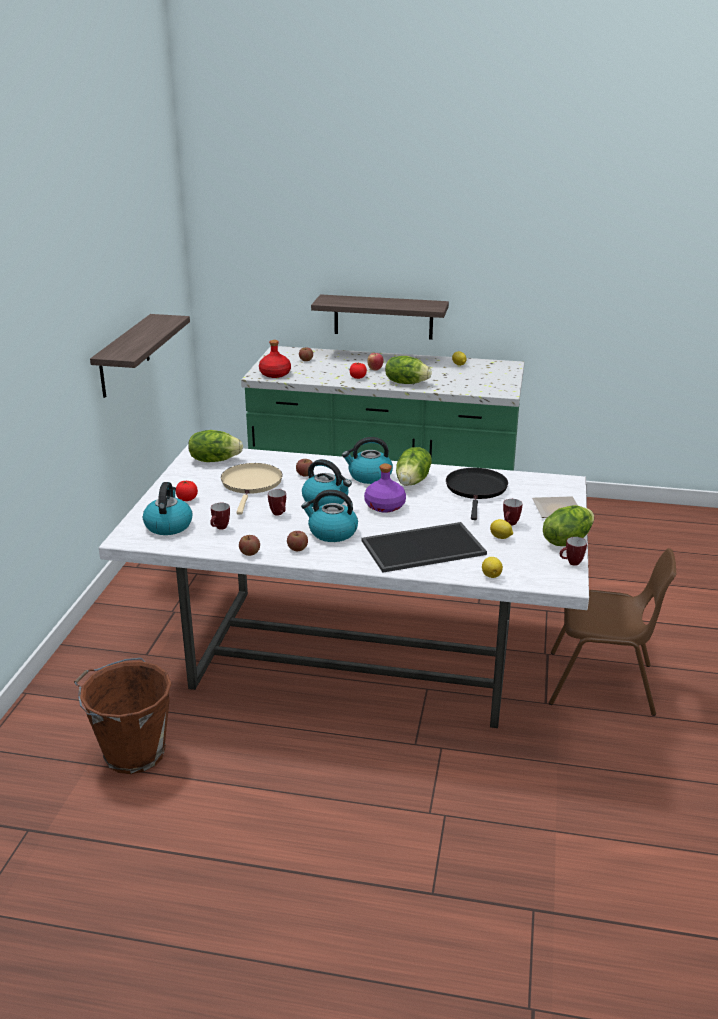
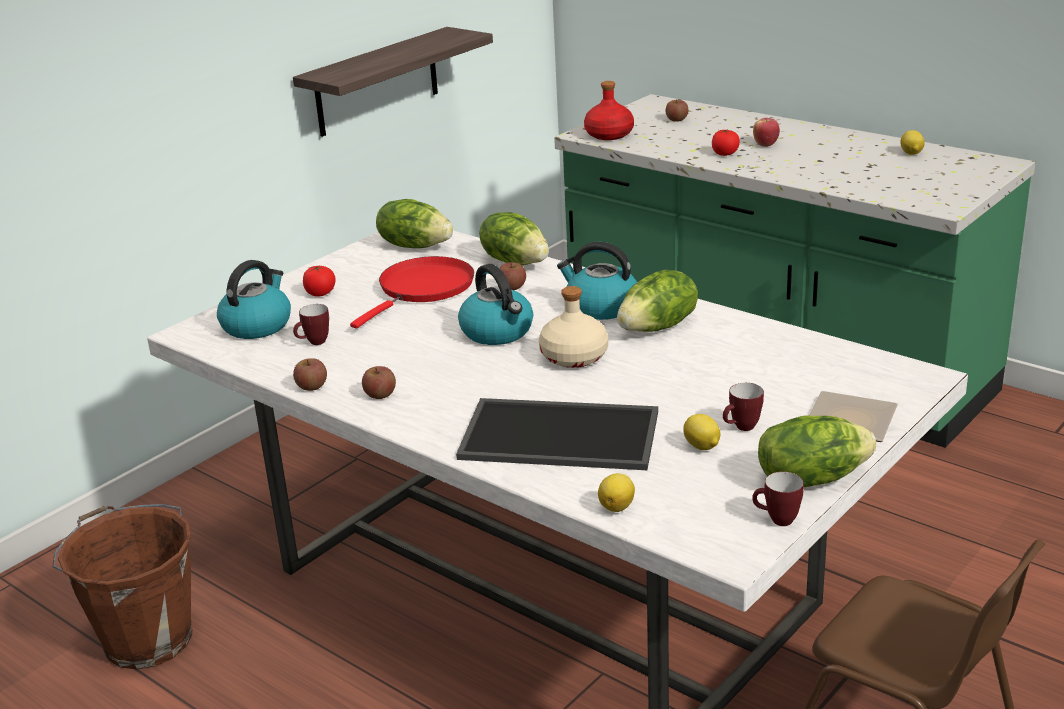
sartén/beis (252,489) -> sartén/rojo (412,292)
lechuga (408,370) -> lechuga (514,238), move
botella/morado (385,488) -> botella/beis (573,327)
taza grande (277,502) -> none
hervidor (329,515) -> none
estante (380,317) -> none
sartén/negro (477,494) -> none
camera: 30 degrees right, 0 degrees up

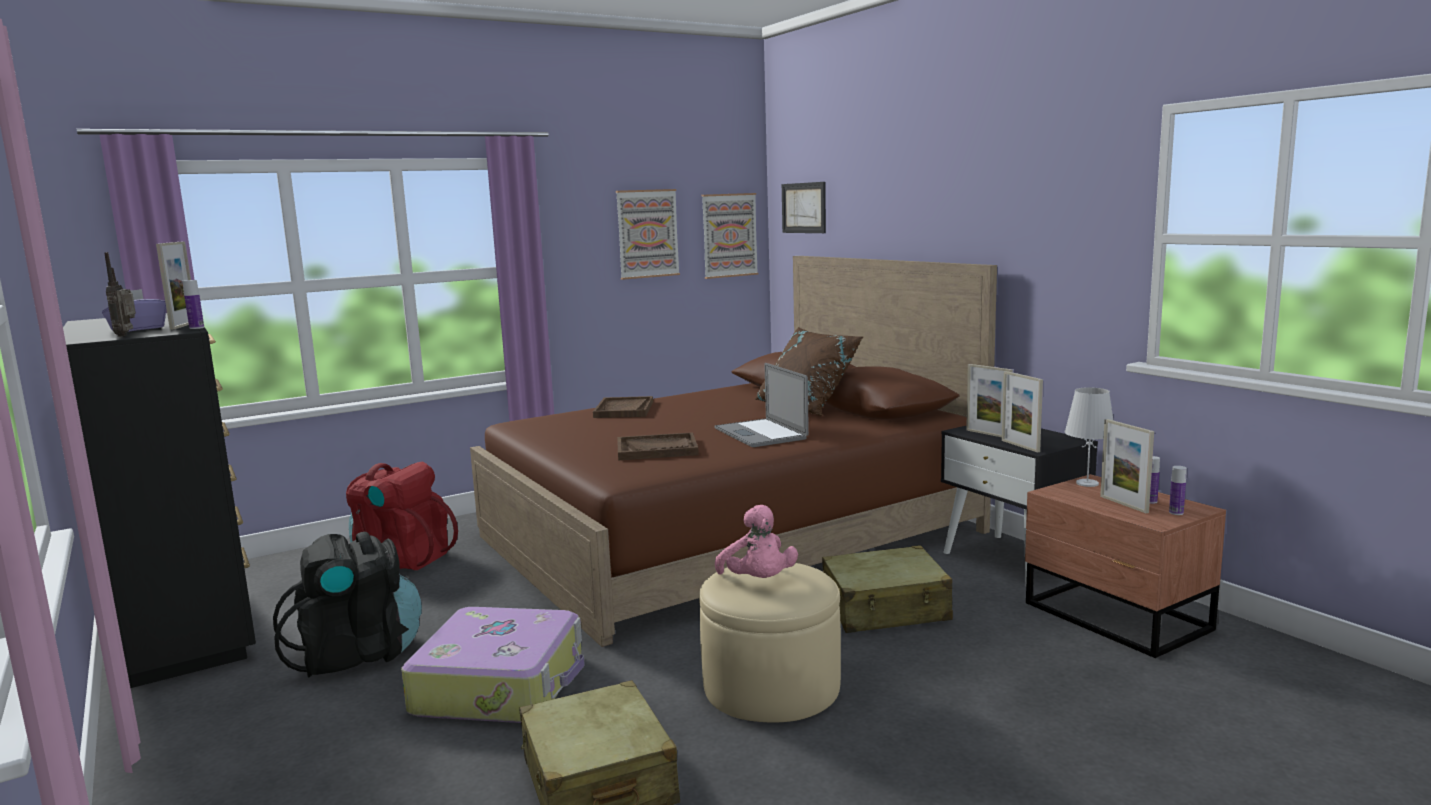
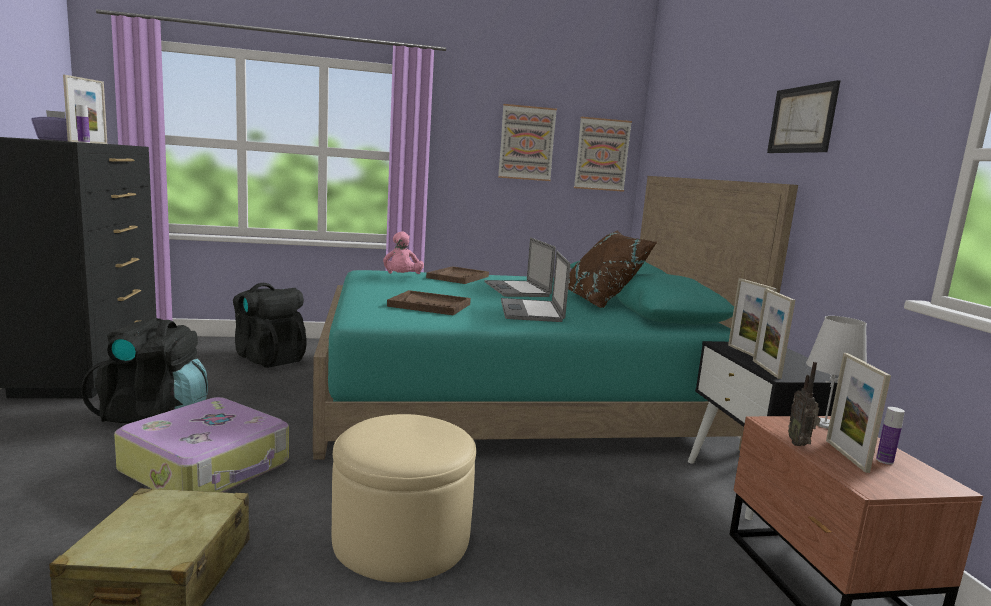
mochila/rojo (402,515) -> mochila/negro (270,325)
cama/marrón (733,451) -> cama/turquesa (555,318)
peluche/rosa (756,541) -> peluche/rosa (403,252), move
none -> portátil (520,267)
cuadro (804,207) -> cuadro (803,116), move
radio (120,294) -> radio (804,404), move
maleta/beis (887,589) -> none
botella (1178,490) -> none
camera: 20 degrees right, 0 degrees up

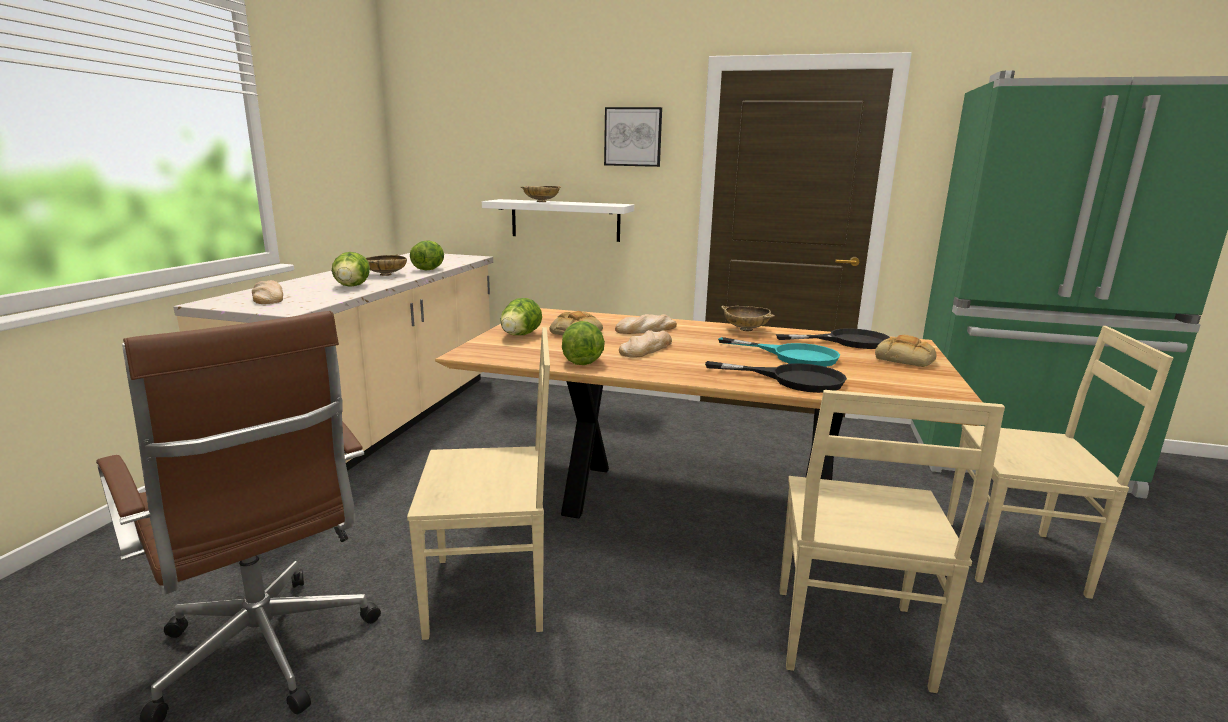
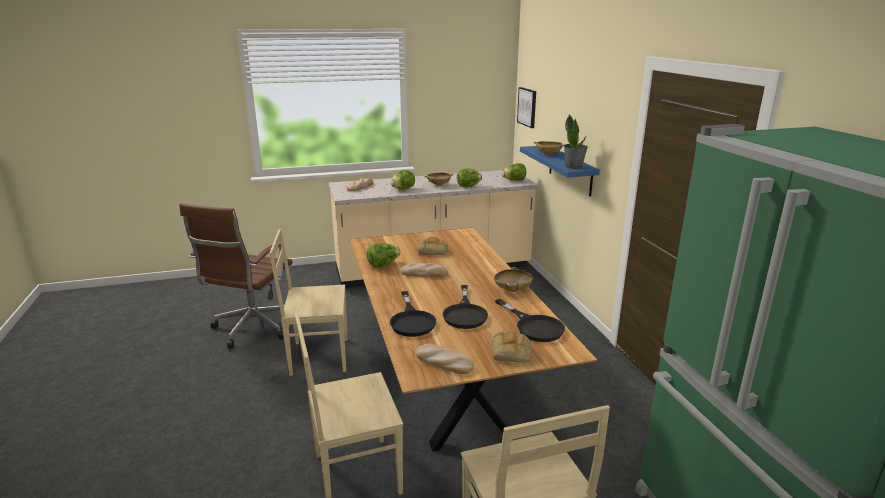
silla/beis (478,483) -> silla/beis (308,302), 120 degrees clockwise
pan (646,324) -> pan (445,359), move
sartén/turquesa (779,352) -> sartén/negro (465,307)
lechuga (521,316) -> lechuga (514,172), move
cuadro (633,137) -> cuadro (526,107), move
estante/blanco (558,220) -> estante/azul (560,171)
none -> planta en maceta (576,141)
camera: 60 degrees right, 5 degrees up

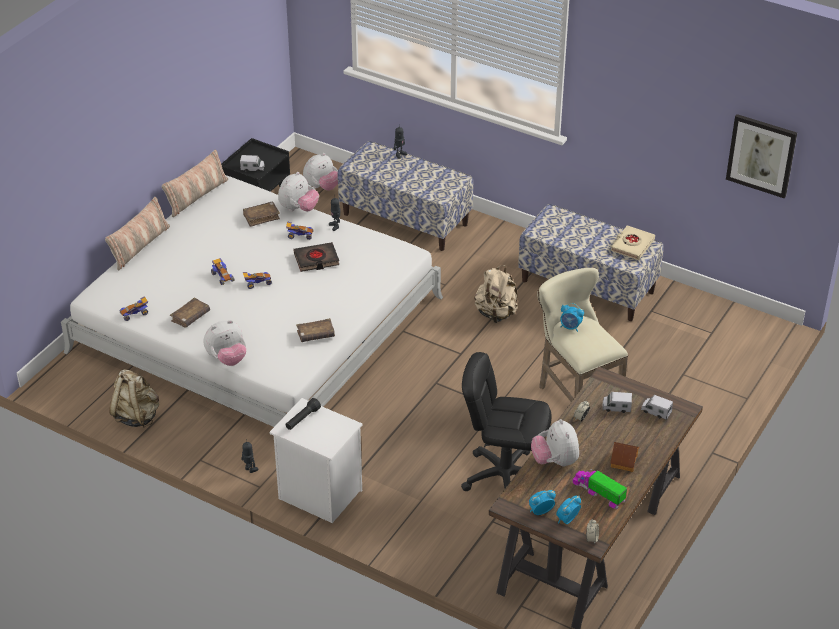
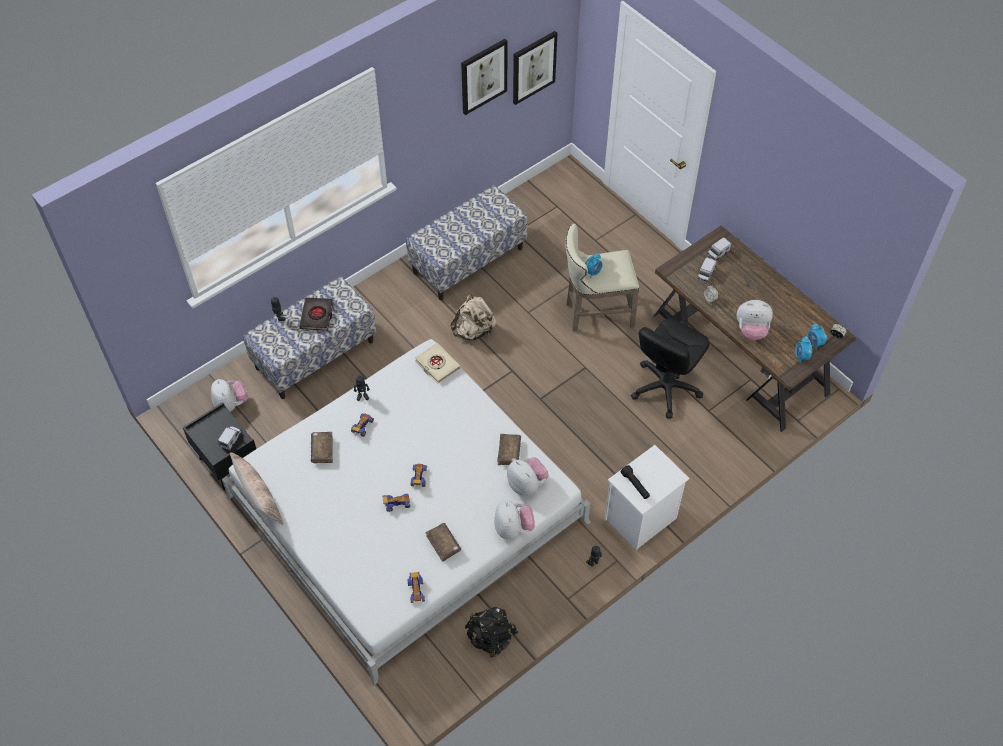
libro/negro (316,257) -> libro/negro (316,314), move
libro/beis (632,242) -> libro/beis (437,363), move
none -> cuadro (484,77)
mochila/beis (134,398) -> mochila/negro (491,632)
peluche (298,192) -> peluche (528,476), move
cojín (137,233) -> none
camión de juguete (599,489) -> none
casita (624,457) -> none
camera: 70 degrees left, 15 degrees up

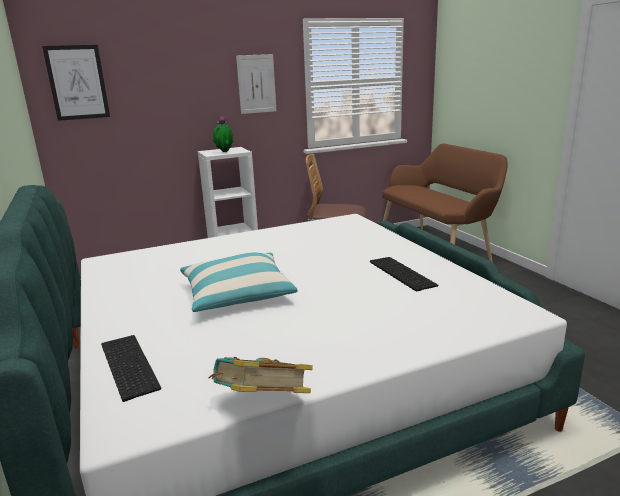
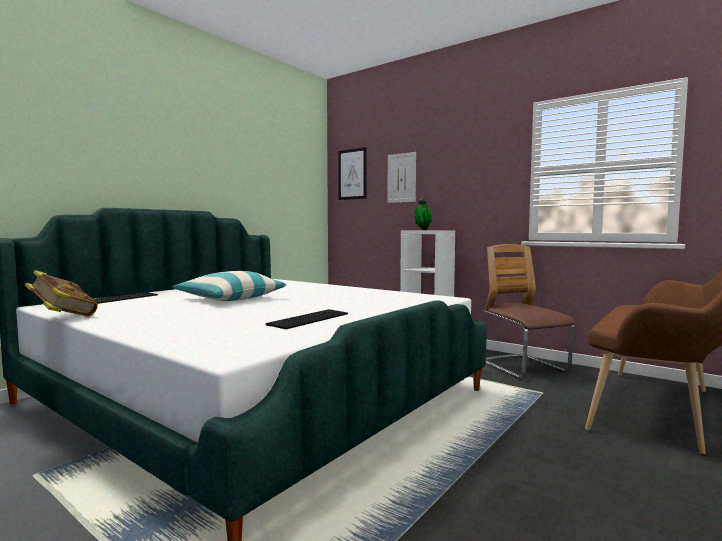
cuadro (256,84) -> cuadro (401,177), move
camera: 60 degrees right, 15 degrees down

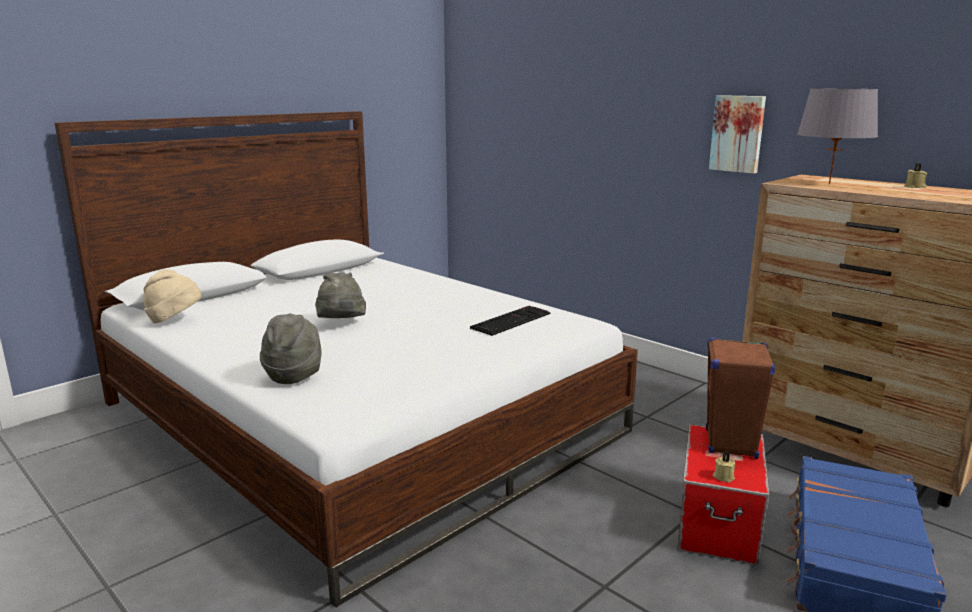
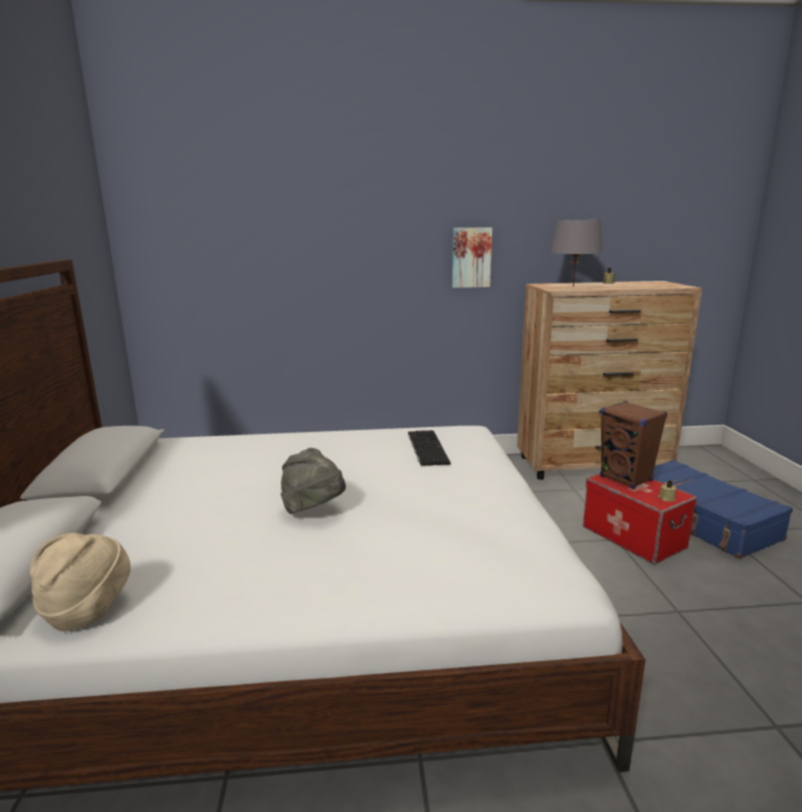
sombrero/gris (291,348) -> none
camera: 50 degrees left, 0 degrees up

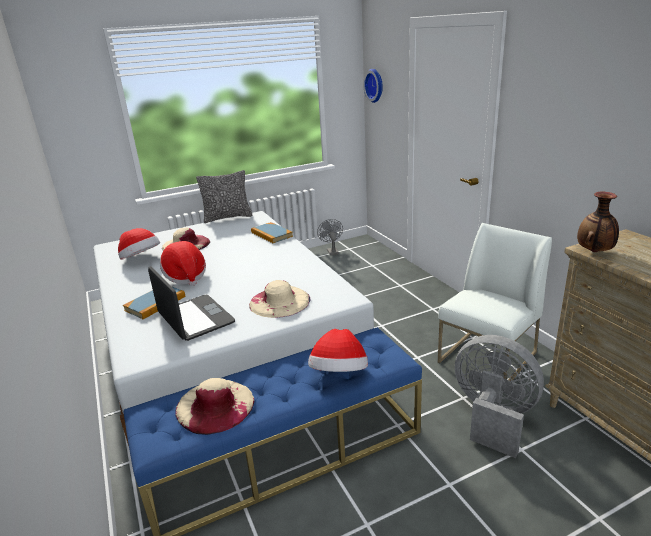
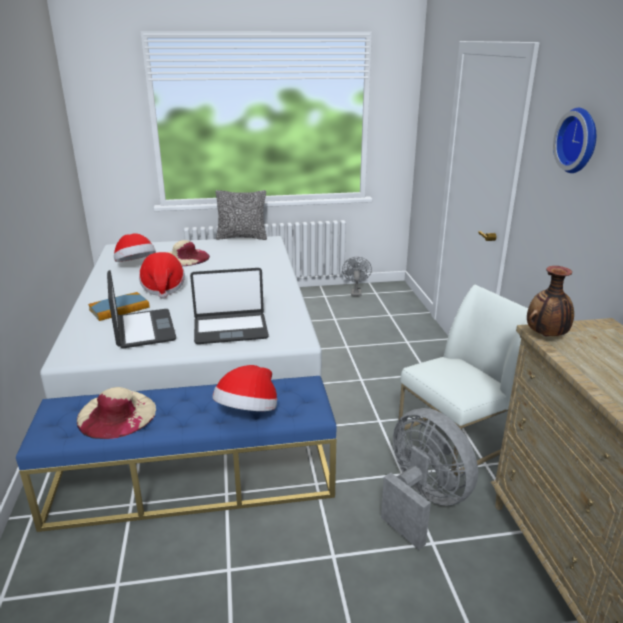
sombrero/beis (279,299) -> portátil (229,306)
reloj de pared (373,86) -> reloj de pared (574,140), move
libro (272,232) -> none
camera: 15 degrees right, 0 degrees up

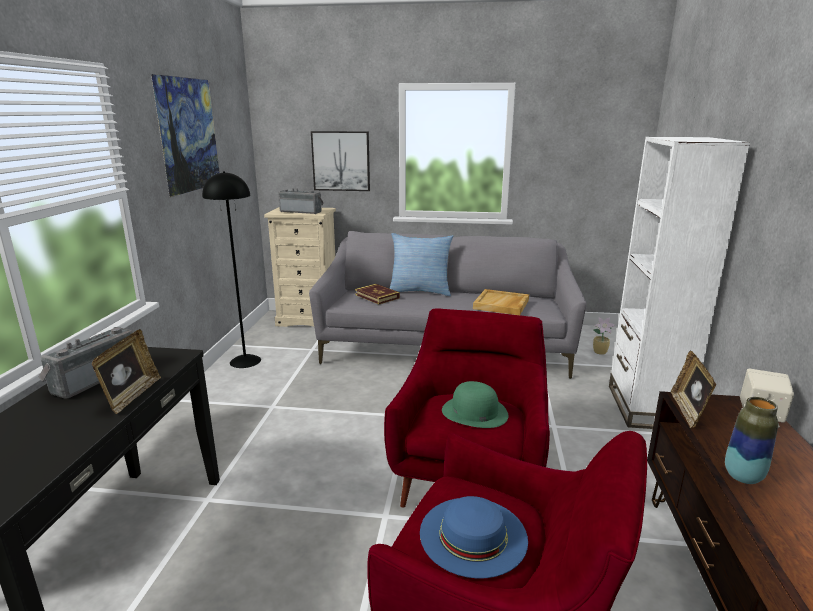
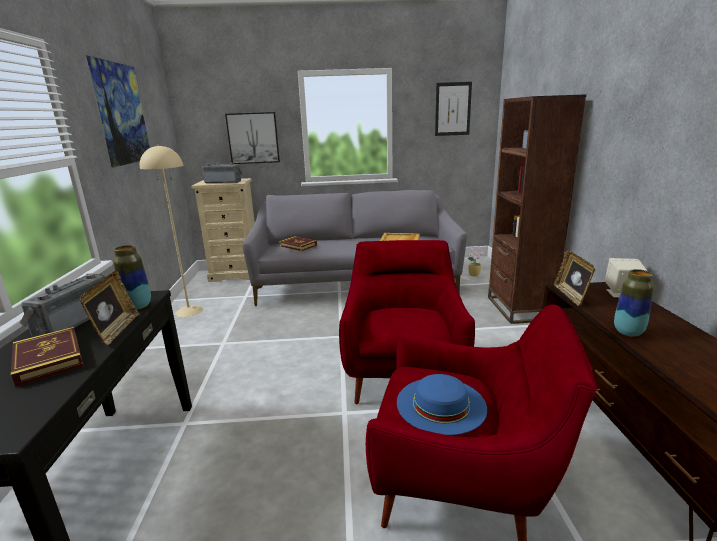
none -> libro (47,357)
none -> florero (132,277)
lámpara de pie/negro (231,269) -> lámpara de pie/beis (171,231)
none -> cuadro (453,109)
estantería/blanco (679,283) -> estantería/marrón (537,209)
cojín (421,264) -> none
sombrero/verde (475,404) -> none
camera: 10 degrees left, 0 degrees up

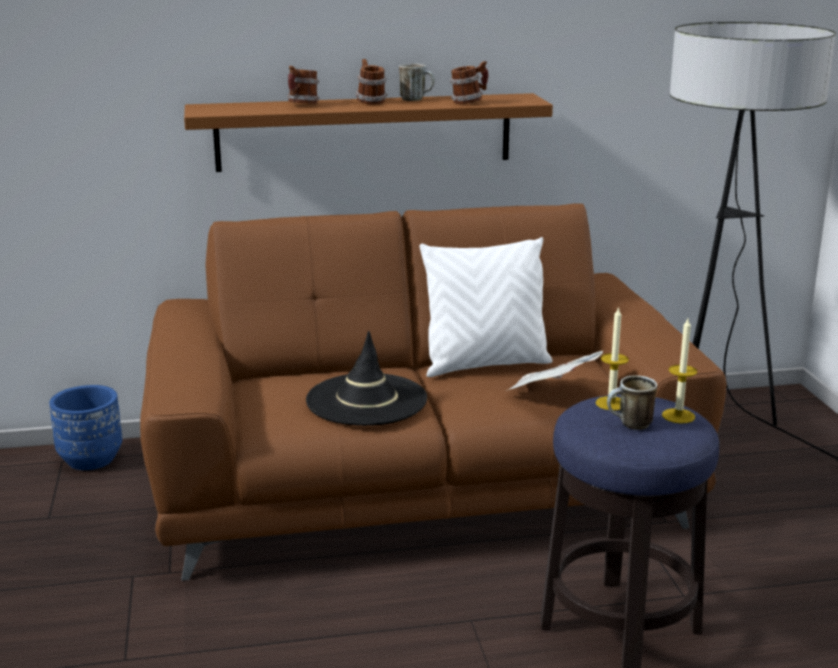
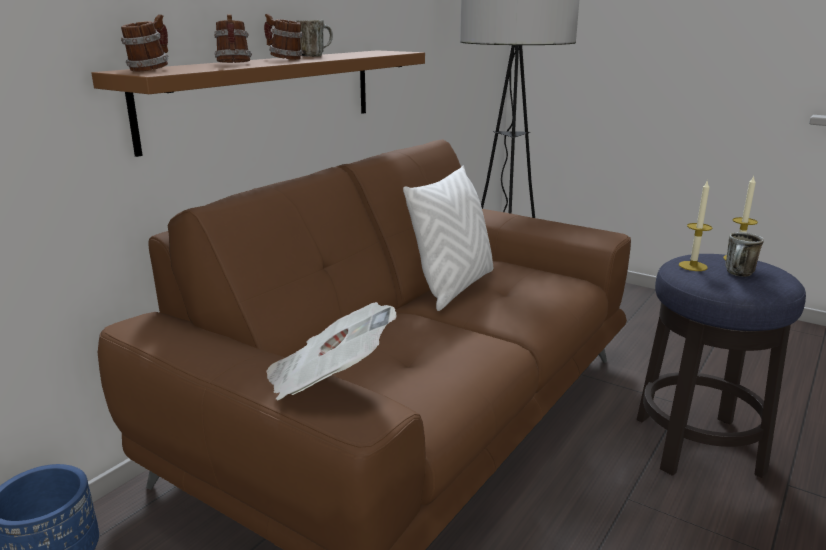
taza grande (469,82) -> taza grande (144,42), move
periódico (554,370) -> periódico (331,351), move
sombrero/negro (366,378) -> none
camera: 45 degrees left, 0 degrees up

